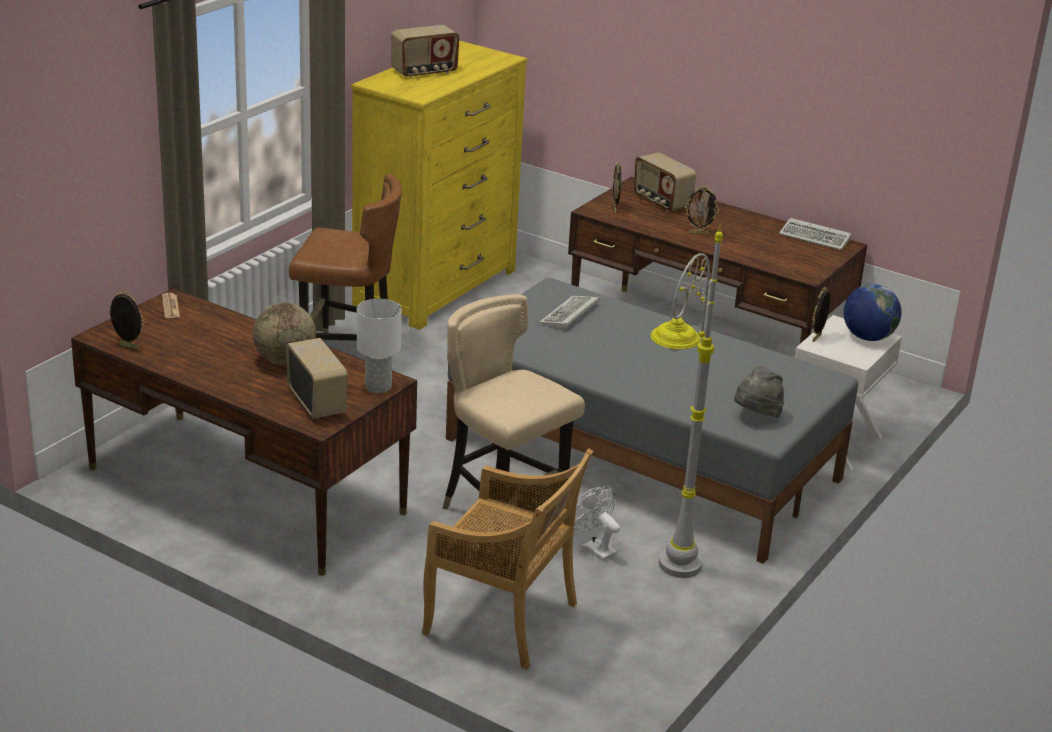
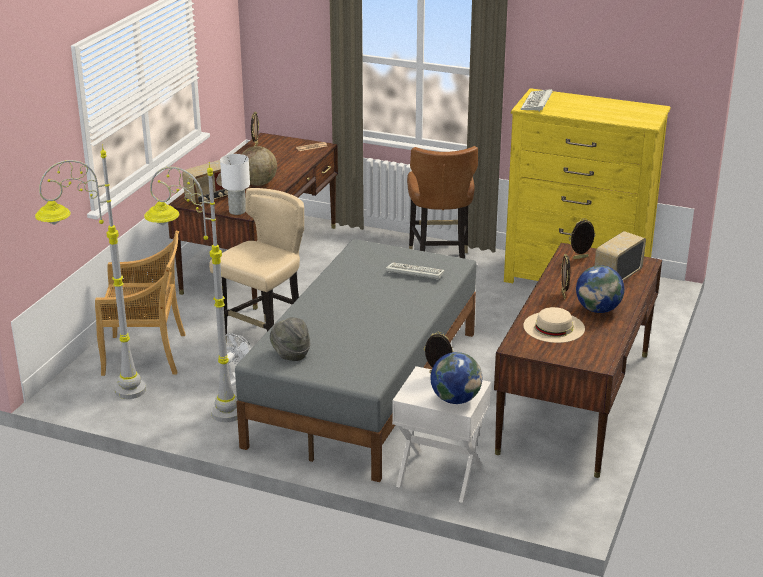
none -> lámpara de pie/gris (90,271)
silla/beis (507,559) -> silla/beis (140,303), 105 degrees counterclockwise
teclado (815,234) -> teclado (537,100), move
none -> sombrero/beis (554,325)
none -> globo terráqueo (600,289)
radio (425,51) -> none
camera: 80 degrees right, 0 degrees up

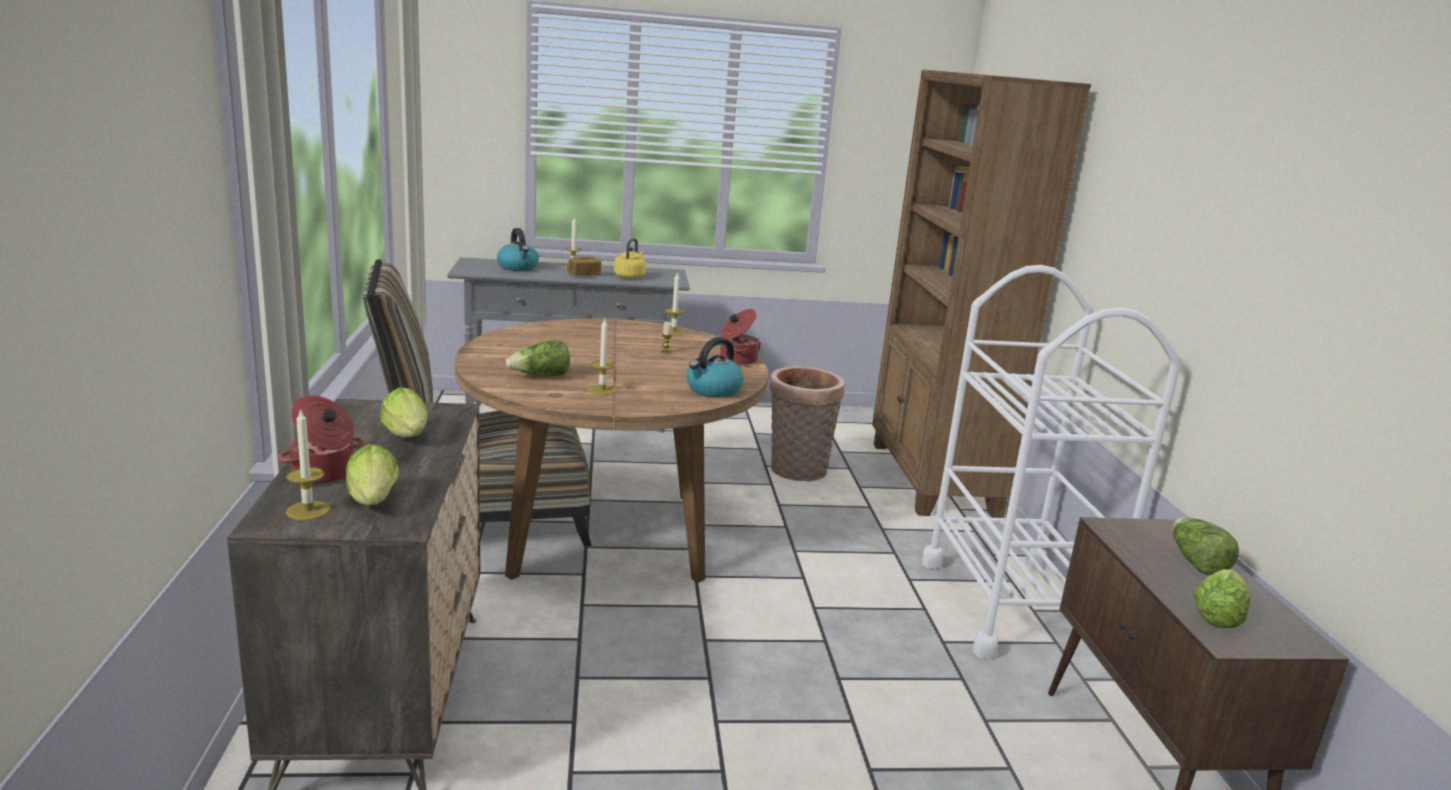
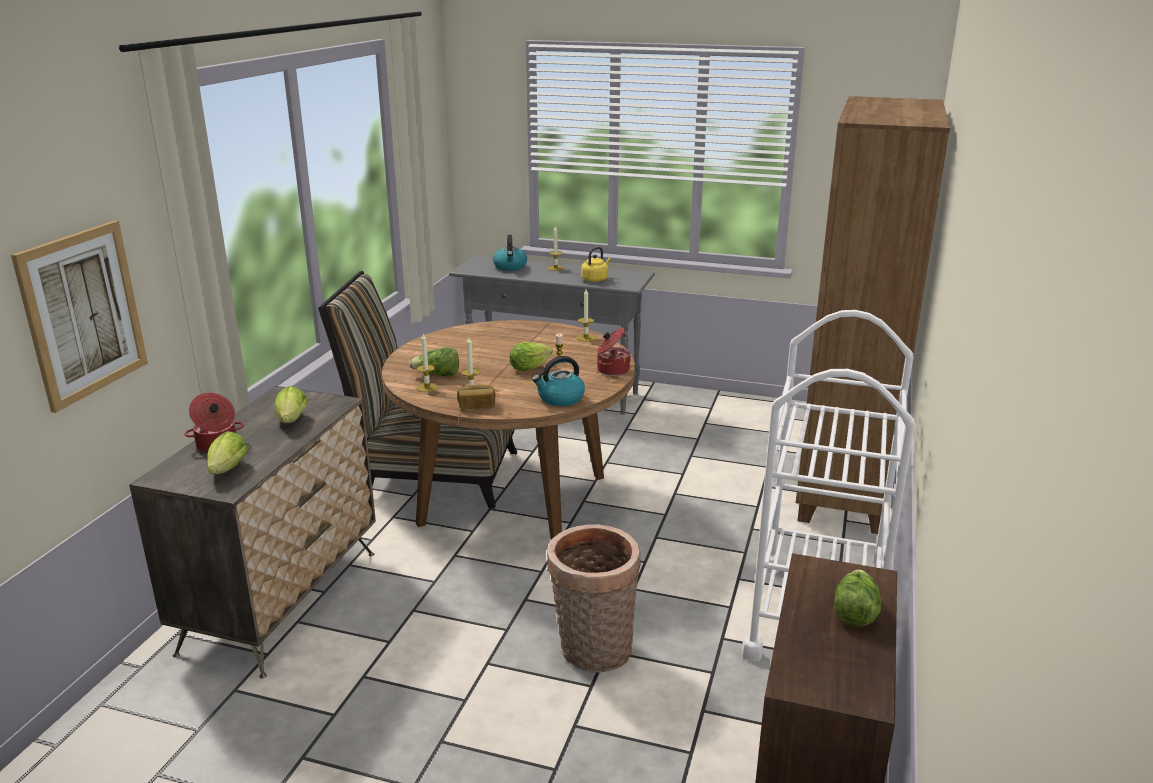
none -> cuadro (79,317)
vela (308,464) -> vela (427,362), move
pan (584,266) -> pan (476,397), move
lechuga (1222,598) -> lechuga (531,356), move
cesta (807,424) -> cesta (594,598), move
camera: 25 degrees right, 5 degrees up

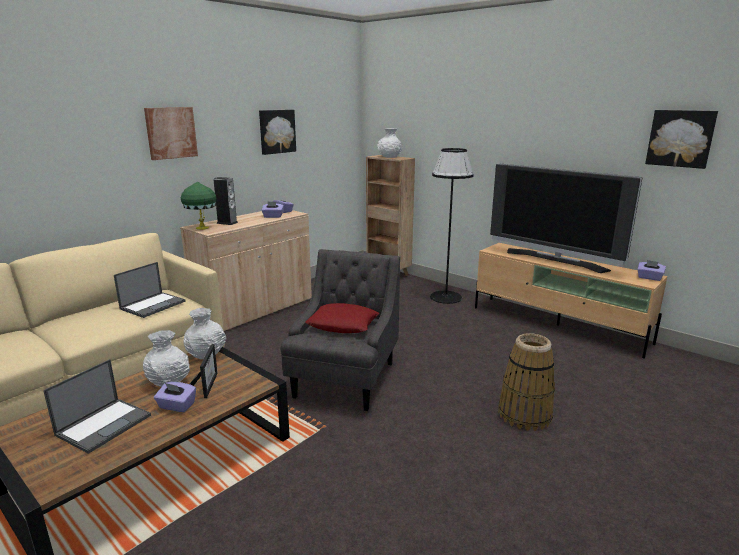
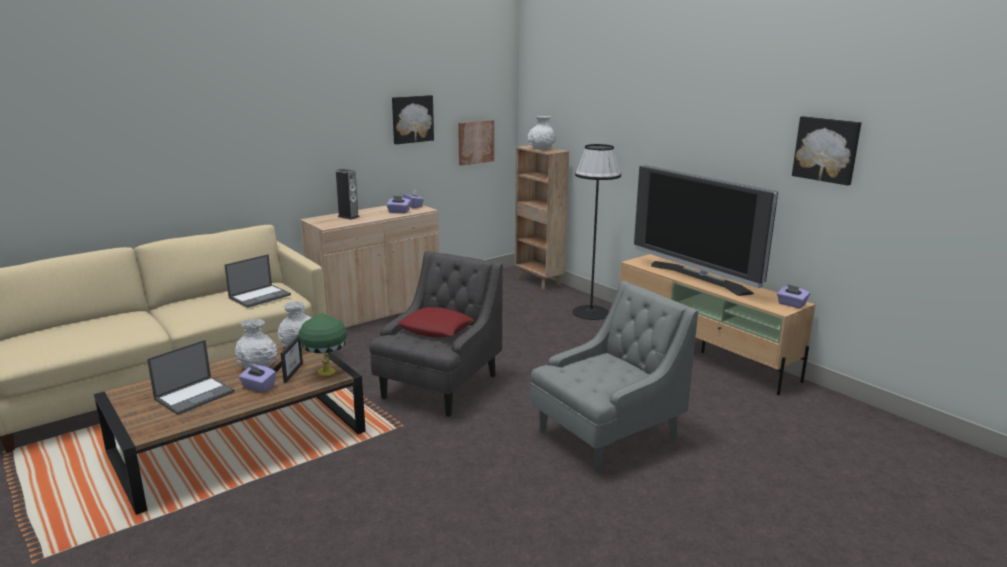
lámpara de mesa/verde (198,205) -> lámpara de mesa/verde (322,344), move
cuadro (171,133) -> cuadro (476,143), move
cesta (526,382) -> sillón/gris (614,377)
camera: 10 degrees right, 0 degrees up

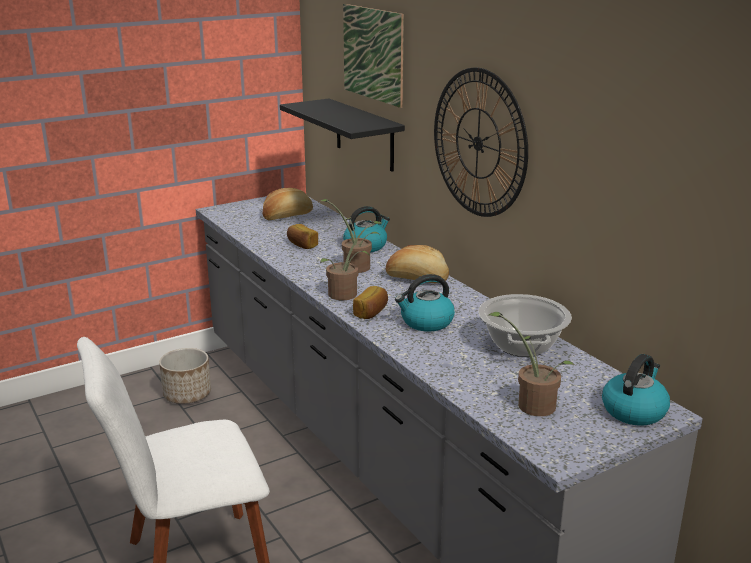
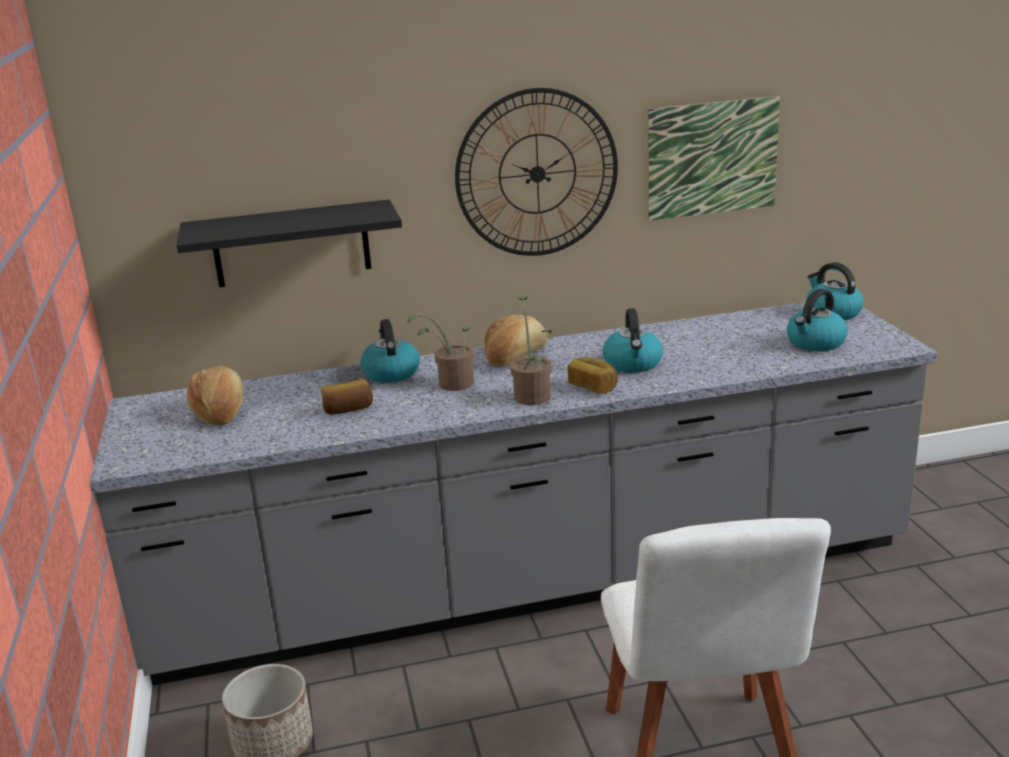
cuadro (373,56) -> cuadro (713,158), move
planta en maceta (531,364) -> hervidor (817,320)
olla (525,325) -> none
camera: 70 degrees left, 0 degrees up

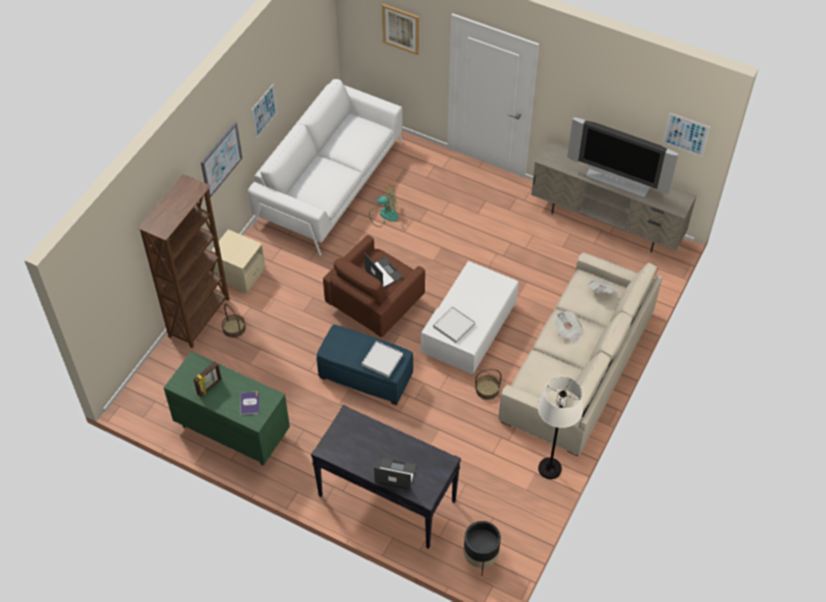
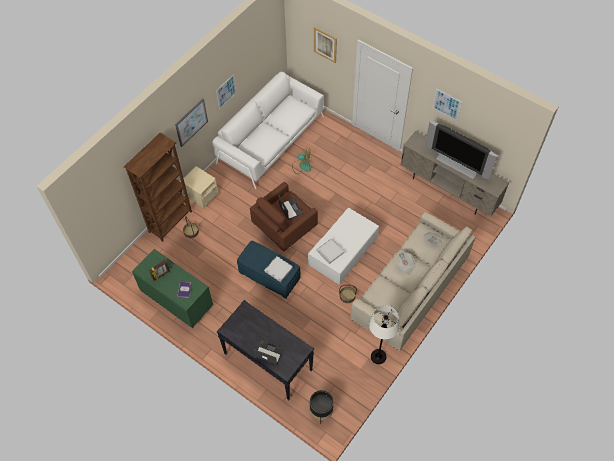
cuadro (686,135) -> cuadro (447,105), move
camera: 10 degrees right, 5 degrees up

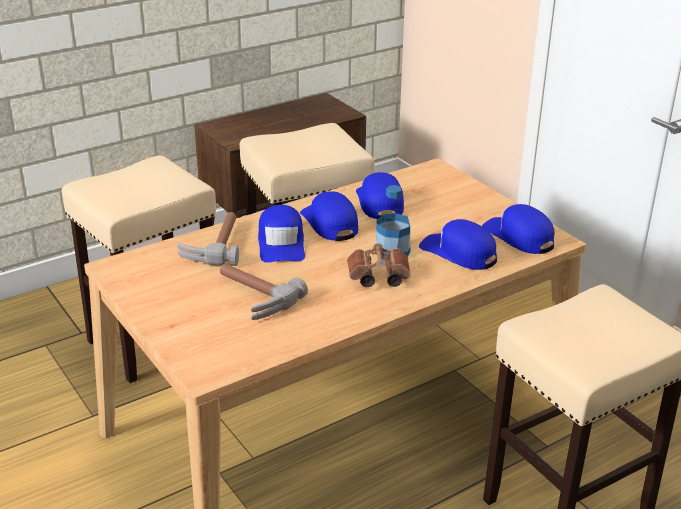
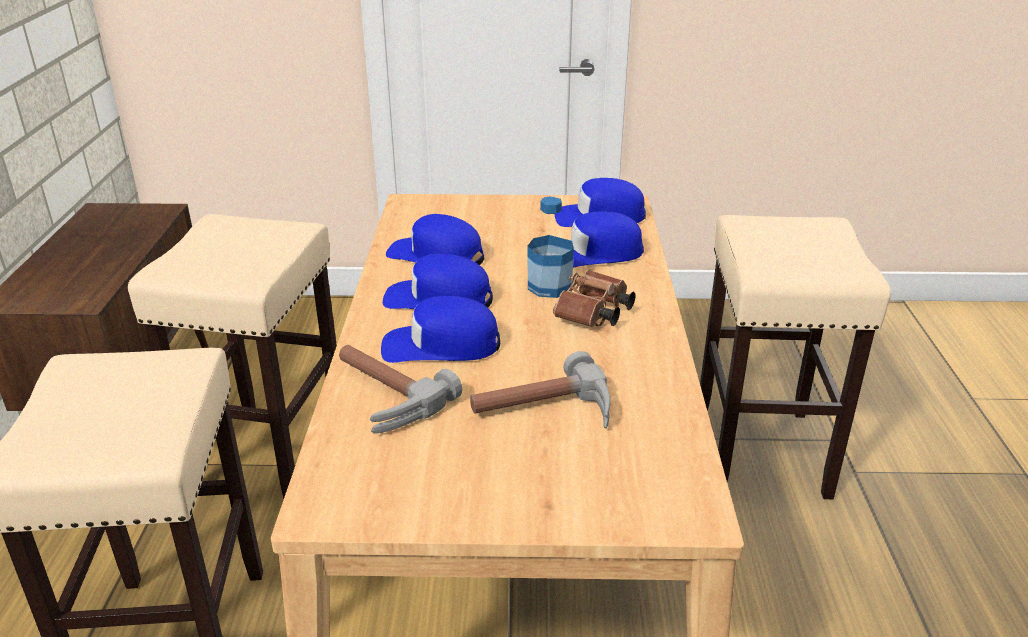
gorra/azul (281,234) -> gorra/azul (440,329), 150 degrees clockwise
camera: 55 degrees left, 0 degrees up

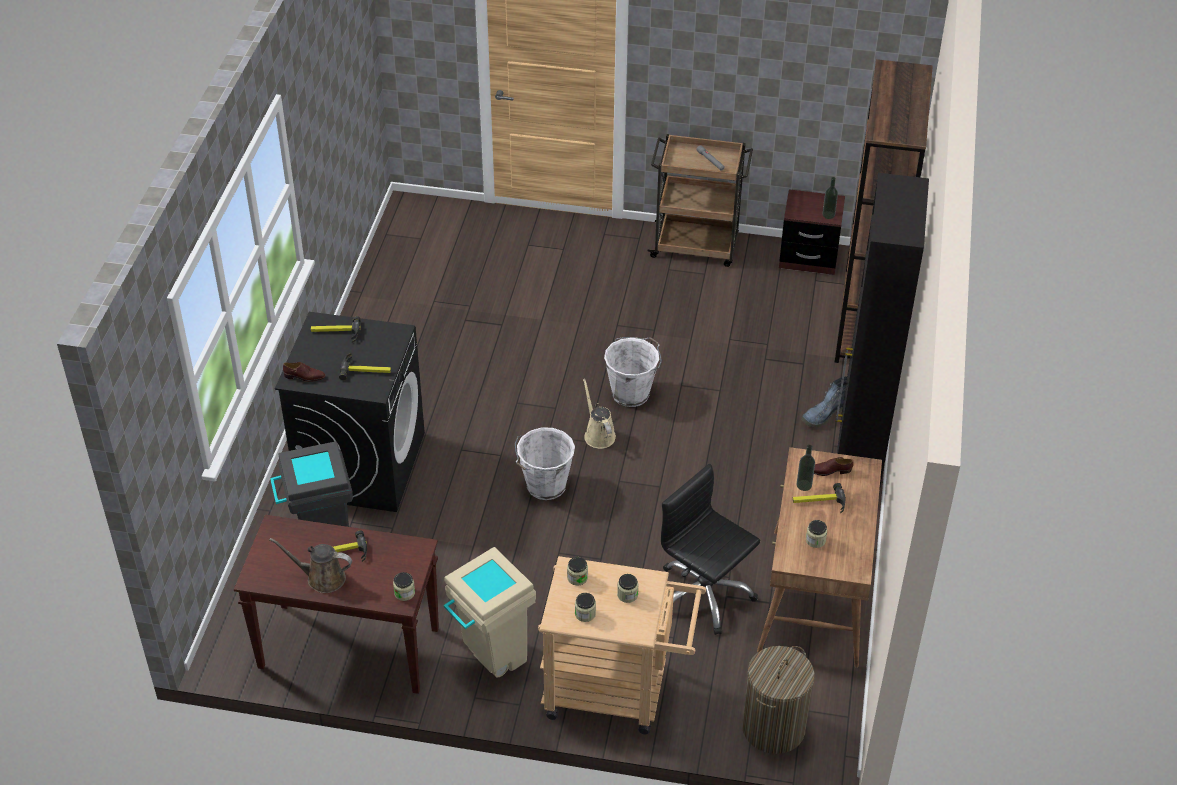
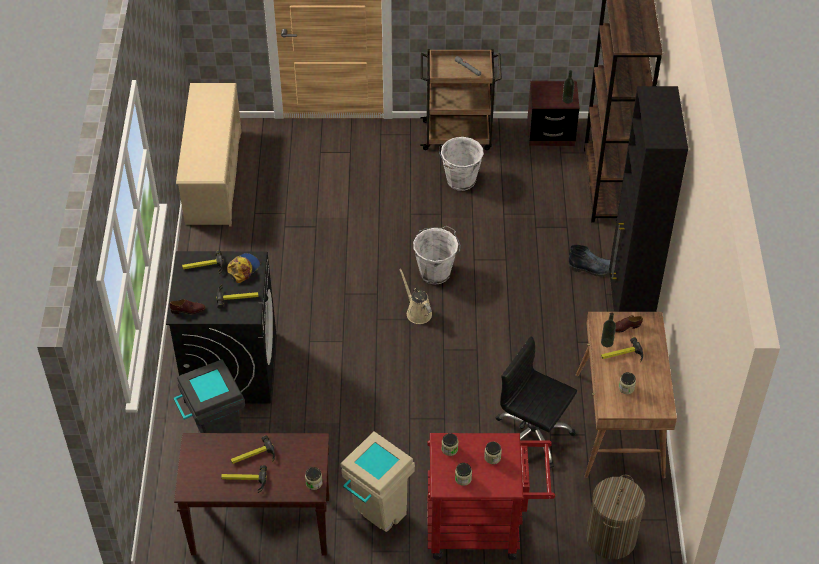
none -> zapatero/beis (209,154)
regadera/marrón (310,565) -> martillo (244,479)
none -> gorra (243,268)
carrito/beis (622,645) -> carrito/rojo (491,496)
cubo/blanco (545,463) -> cubo/blanco (461,164), move
bota (824,401) -> bota (589,261), 120 degrees counterclockwise
camera: 10 degrees left, 5 degrees up

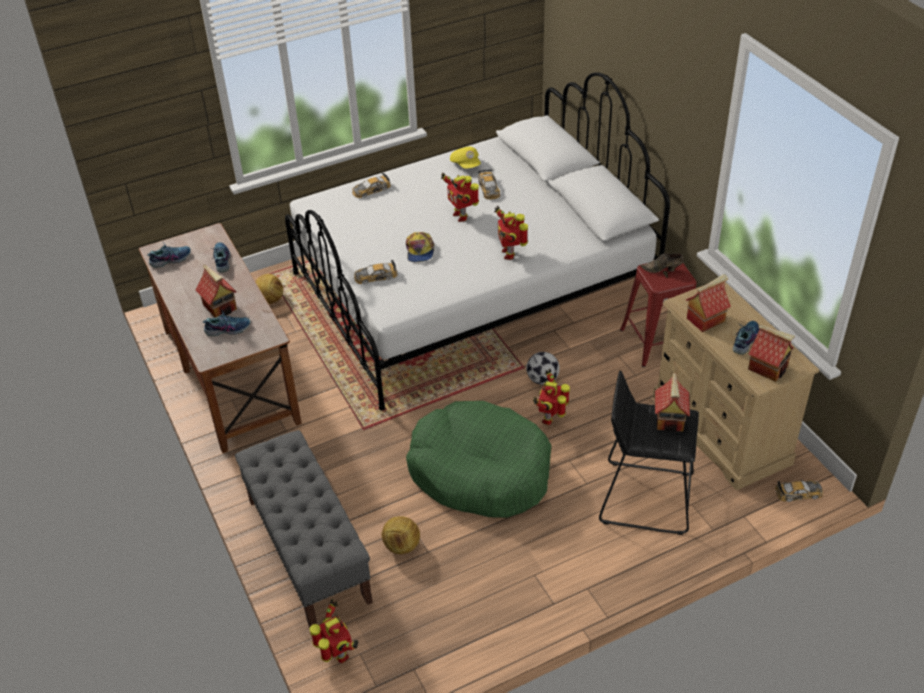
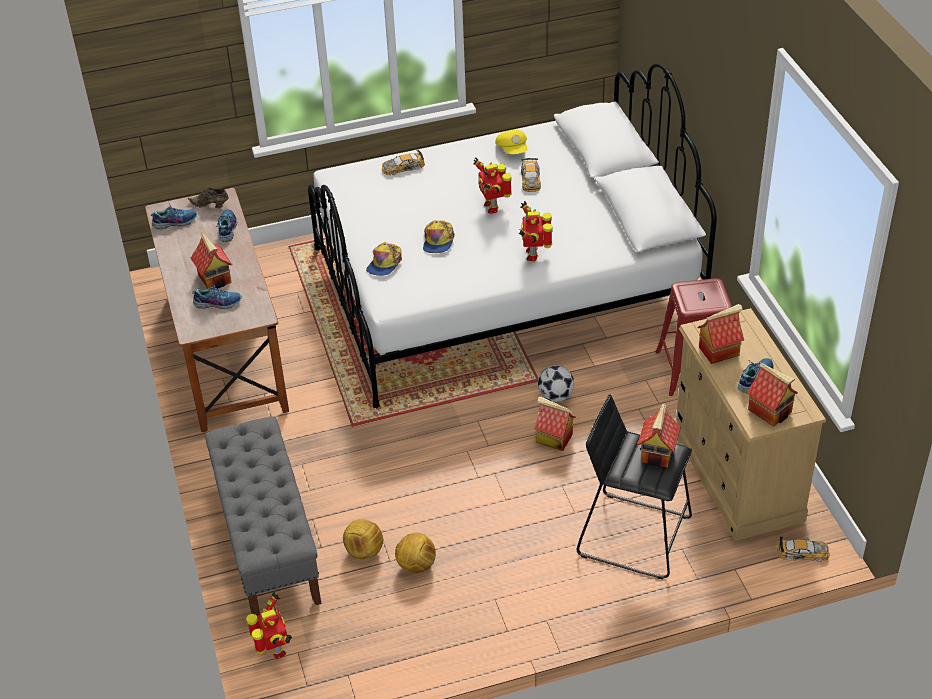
zapato/marrón (662,263) -> zapato/marrón (208,197), move
coche de juguete (376,272) -> gorra (384,259)
balón de fútbol (269,289) -> balón de fútbol (415,553), move
robot de juguete (551,397) -> casita (554,423)
cama para perro/verde (479,459) -> none
camera: 10 degrees right, 0 degrees up

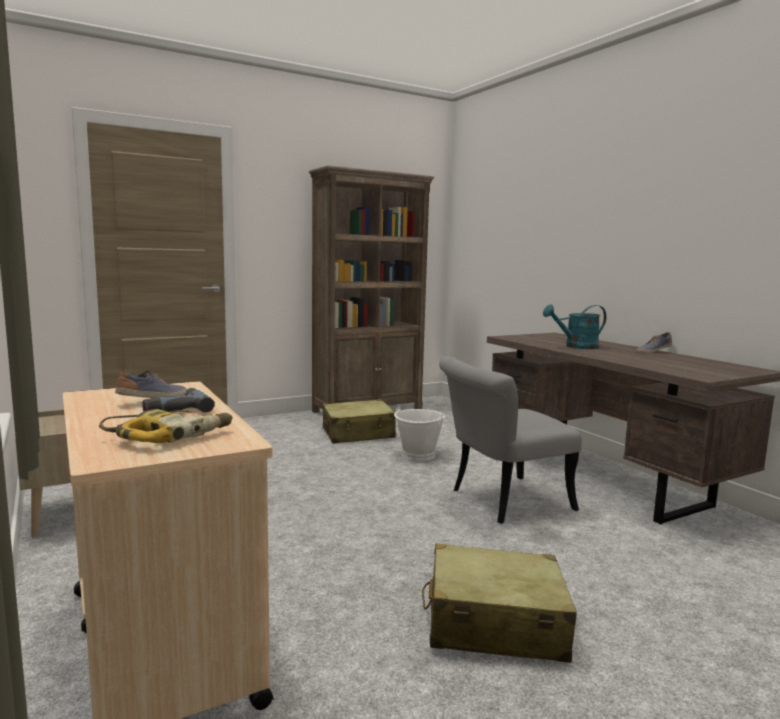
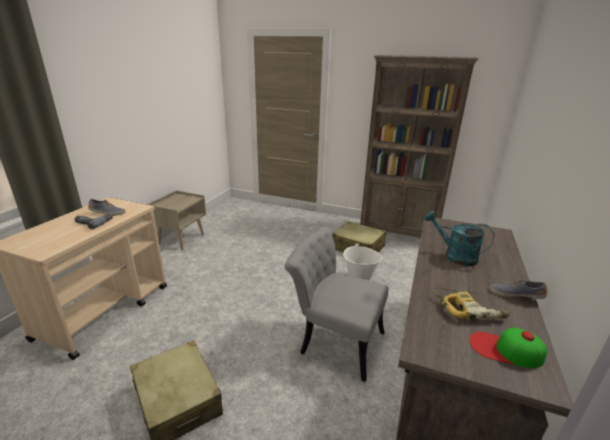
taladro (166,426) -> taladro (472,303), move
none -> gorra (508,347)
camera: 50 degrees right, 15 degrees up

